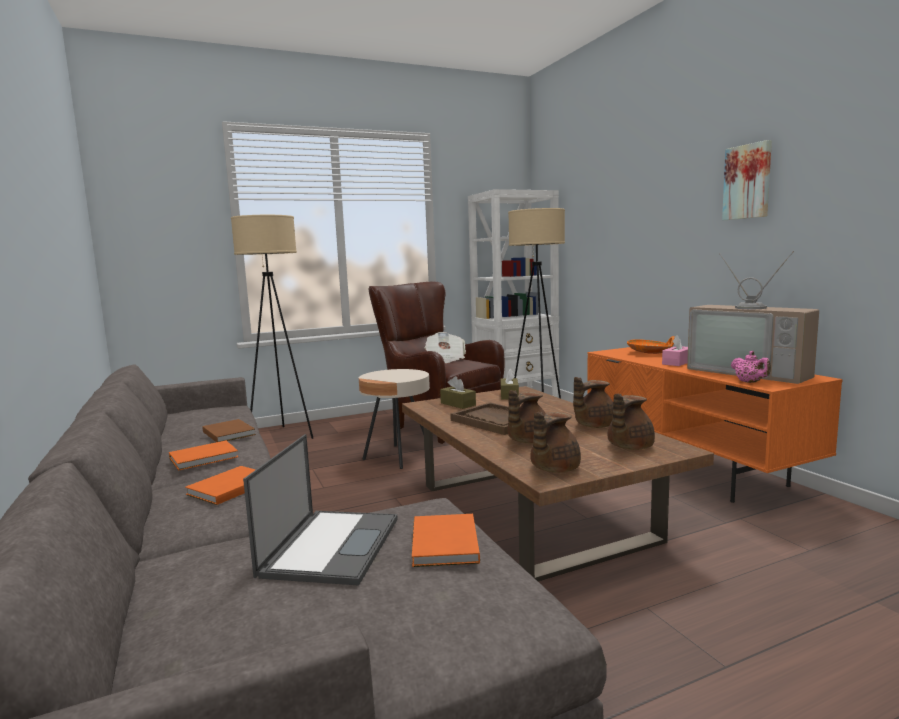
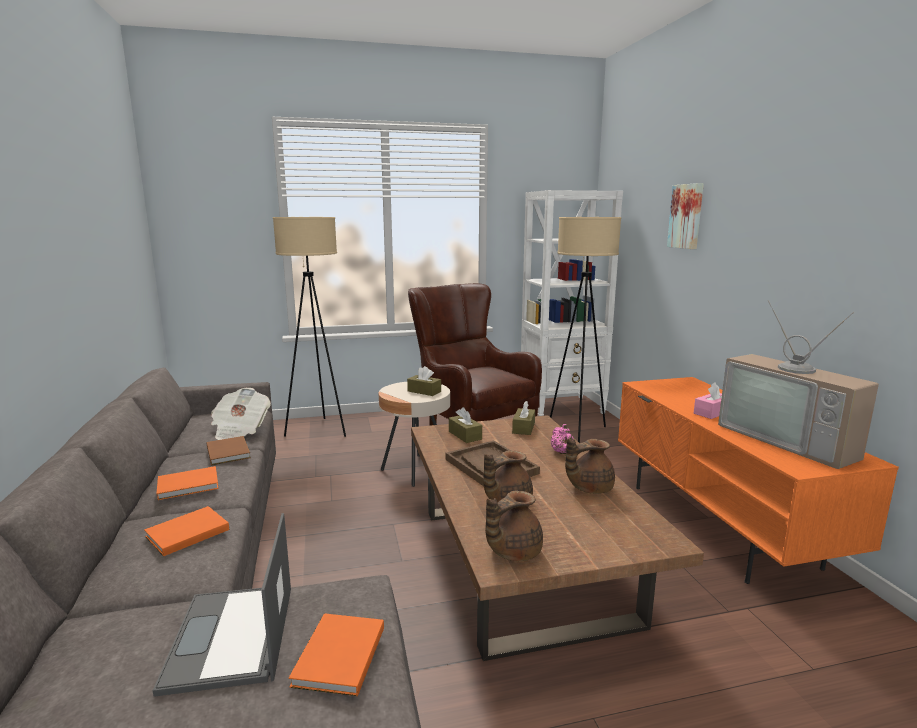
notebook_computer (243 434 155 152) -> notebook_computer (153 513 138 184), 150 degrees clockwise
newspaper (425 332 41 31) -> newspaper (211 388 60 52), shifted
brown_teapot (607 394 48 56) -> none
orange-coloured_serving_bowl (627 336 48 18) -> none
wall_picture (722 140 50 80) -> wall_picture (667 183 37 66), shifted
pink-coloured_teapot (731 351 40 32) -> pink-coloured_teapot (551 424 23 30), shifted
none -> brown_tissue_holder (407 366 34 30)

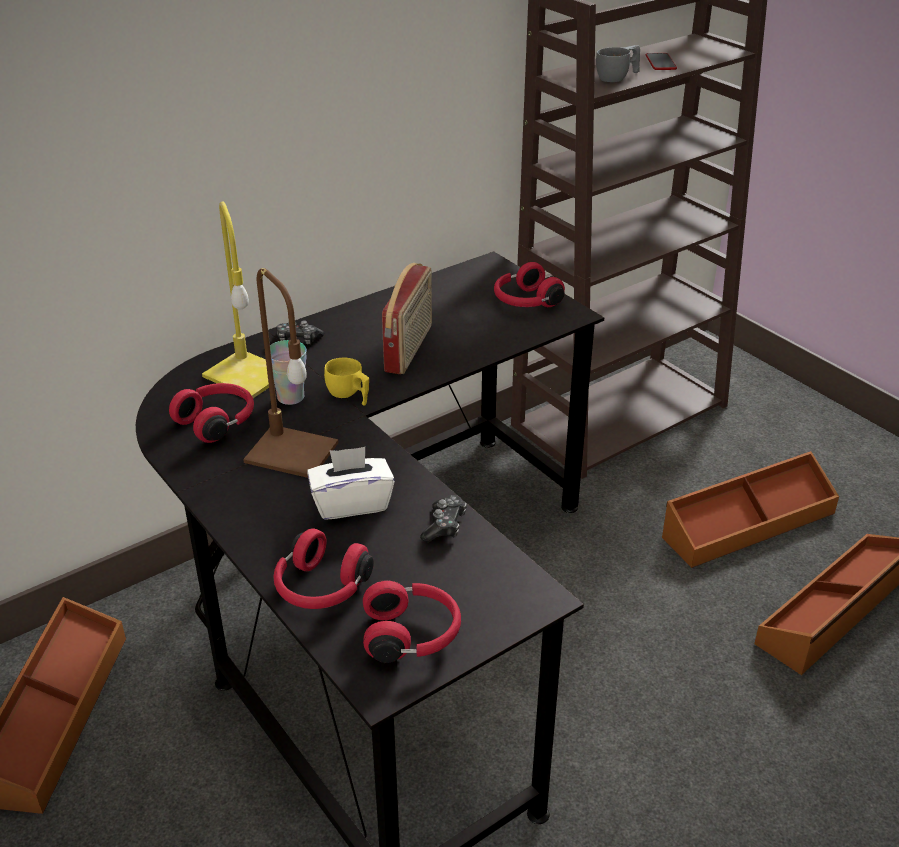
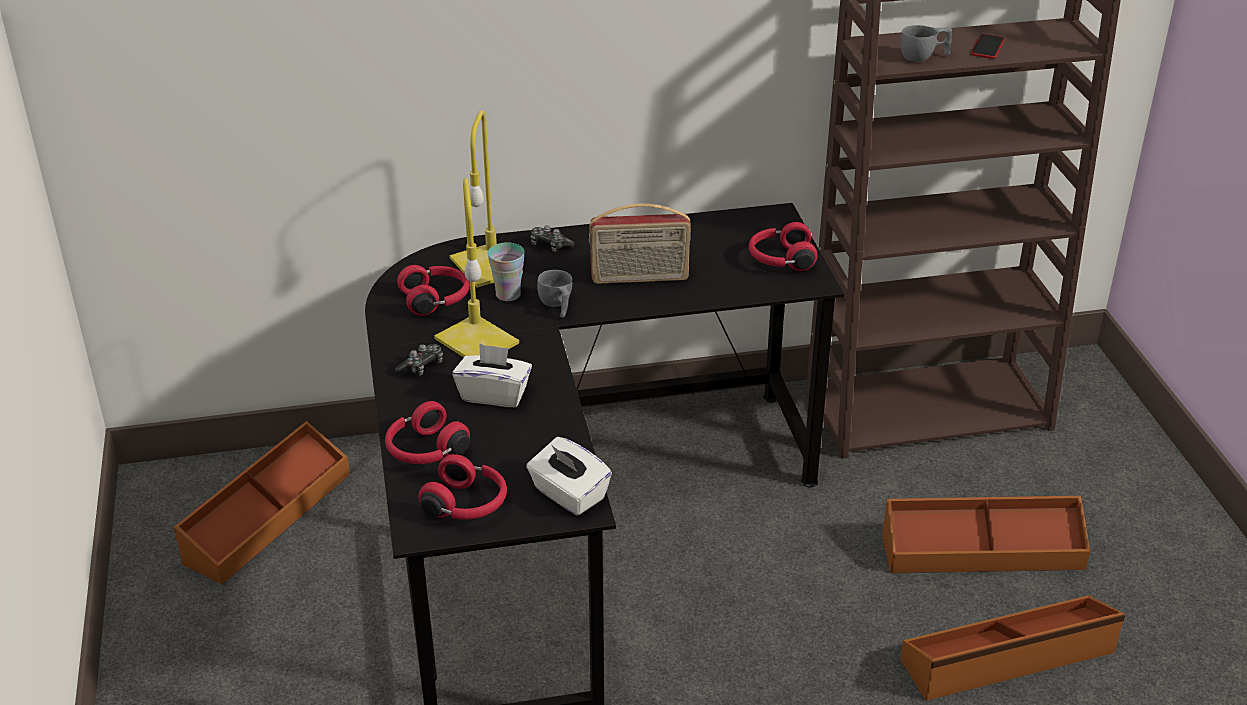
brown_table_lamp (243 268 96 210) -> yellow_table_lamp (434 178 85 179)
yellow_drinking_cup (324 358 45 47) -> gray_drinking_cup (537 270 35 48)
radio_receiver (382 263 50 111) -> radio_receiver (589 203 102 81), 45 degrees clockwise
game_controller (420 495 47 47) -> game_controller (395 344 48 32), shifted
none -> whitish_tissue_holder (526 437 86 78)

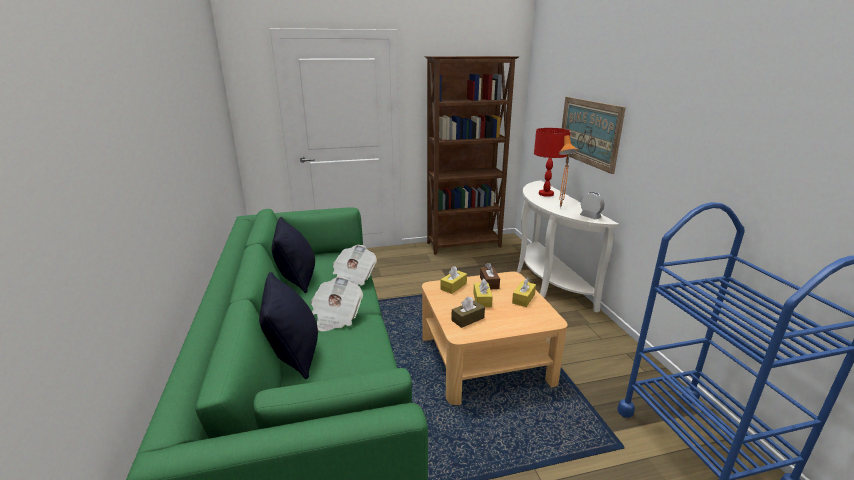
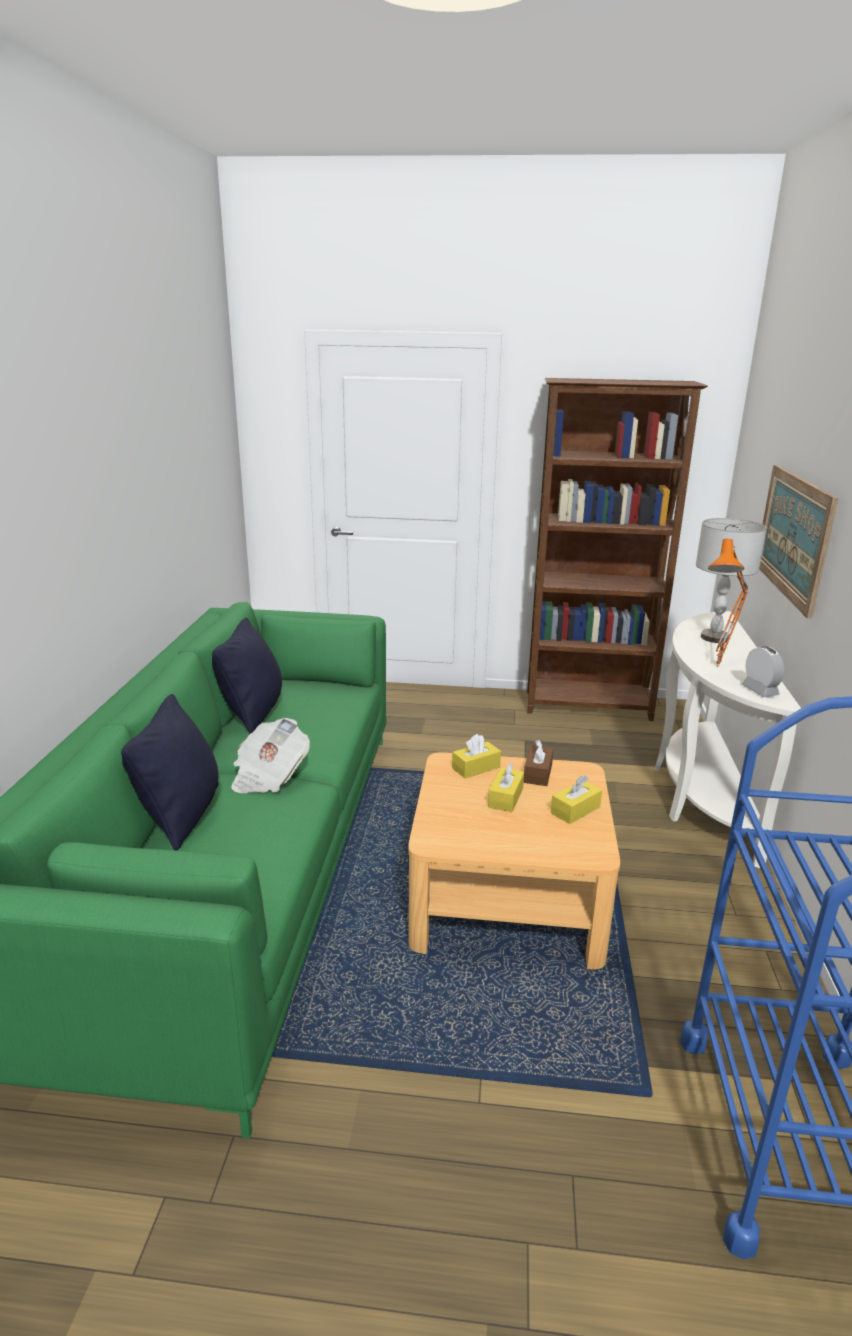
newspaper (333 245 44 41) -> none
brown_tissue_holder (451 296 34 32) -> none
red-coloured_table_lamp (534 128 37 69) -> gray_table_lamp (696 518 71 125)

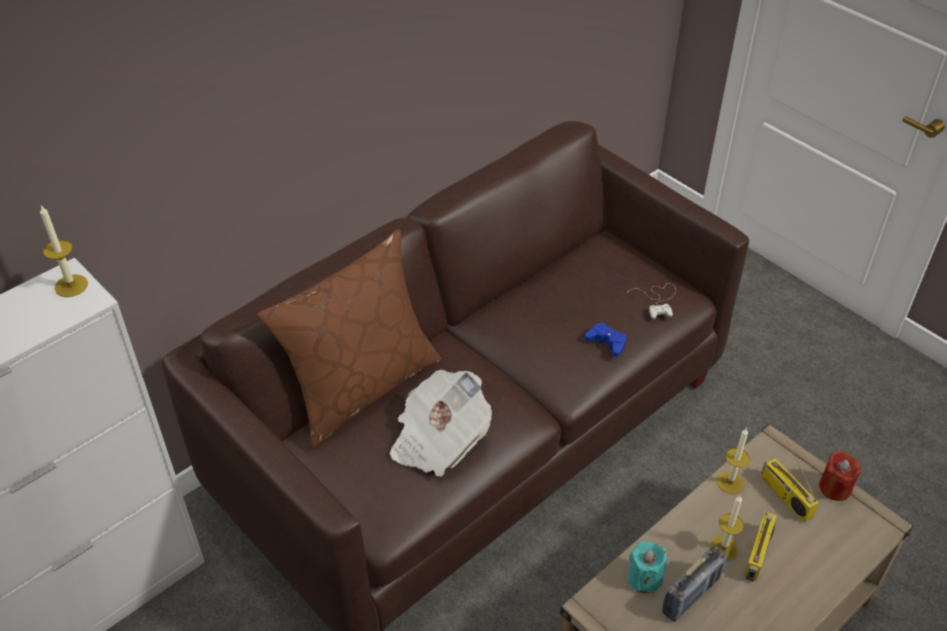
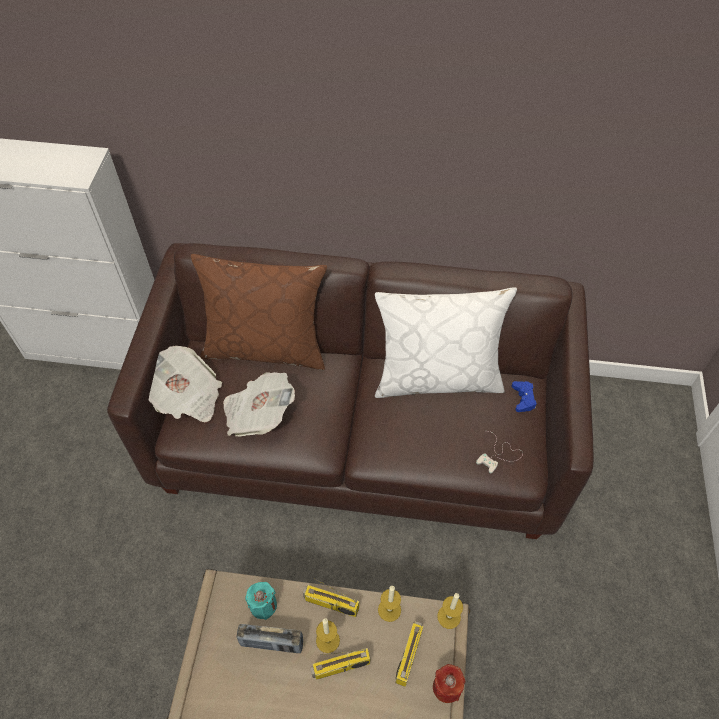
candle (40 205 48 92) -> candle (437 593 26 36), shifted
bluish_game_controller (585 322 41 35) -> bluish_game_controller (512 381 25 31), shifted
none -> newspaper (149 346 73 76)
none -> radio_receiver (303 578 56 39)
none -> whitish_cushion (375 287 142 111)

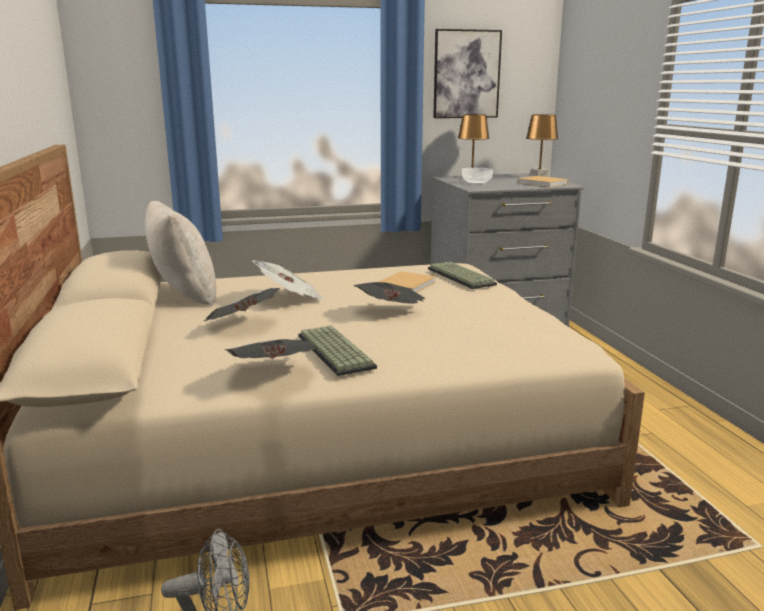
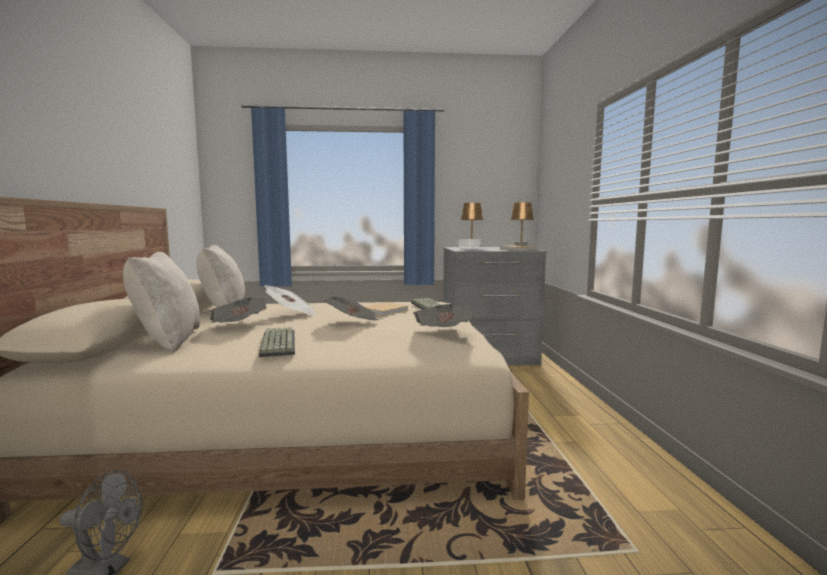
newspaper (224 339 94 20) -> newspaper (413 304 61 23), shifted
wall_picture (433 29 69 89) -> none
none -> beige-coloured_cushion (123 252 77 101)

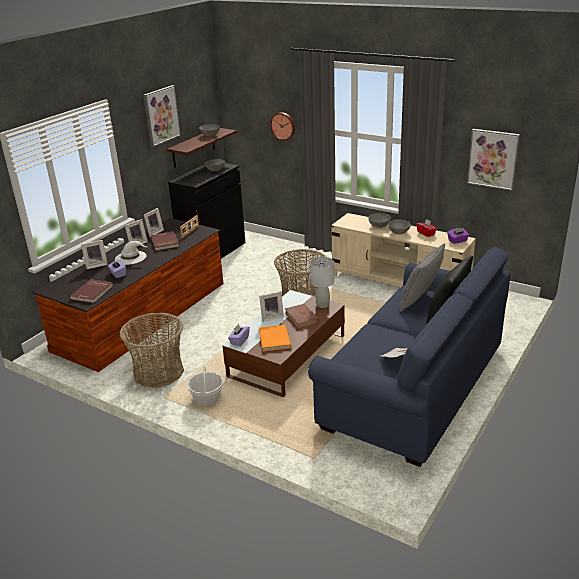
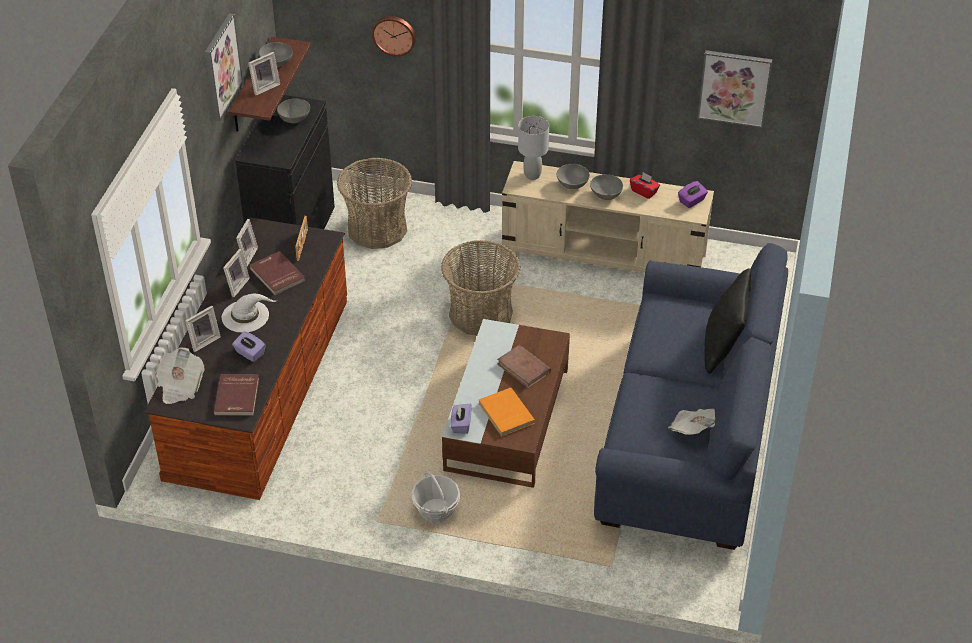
basket (120 313 64 75) -> basket (337 157 75 92), shifted
standing_frame (259 291 25 31) -> standing_frame (248 52 32 43), shifted
gray_table_lamp (310 257 24 51) -> gray_table_lamp (518 116 31 64), shifted
gray_cushion (399 243 46 69) -> none
none -> newspaper (155 347 49 57)

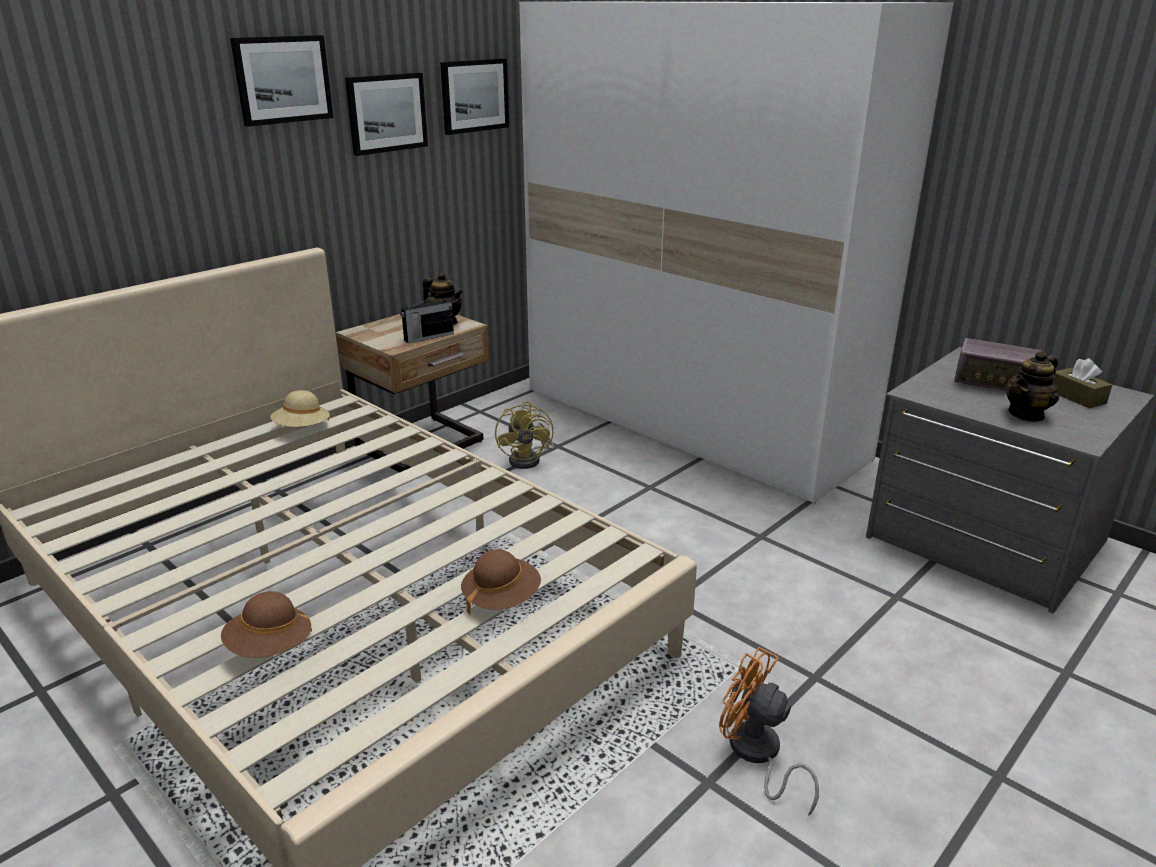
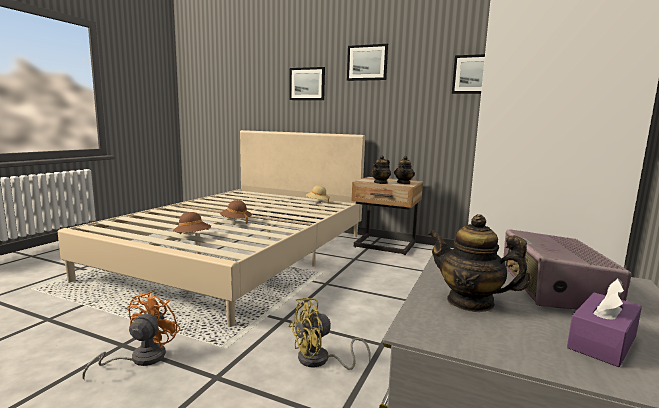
brown_clothing_hat (221 591 91 67) -> brown_clothing_hat (220 200 32 24), shifted
wall_picture (345 73 83 83) -> wall_picture (289 67 36 33), shifted
radio_receiver (400 294 54 49) -> teapot (372 155 19 29)
yellow_electric_fan (495 401 59 68) -> yellow_electric_fan (289 298 82 72), shifted
brown_tissue_holder (1053 358 59 50) -> purple_tissue_holder (567 279 75 88)

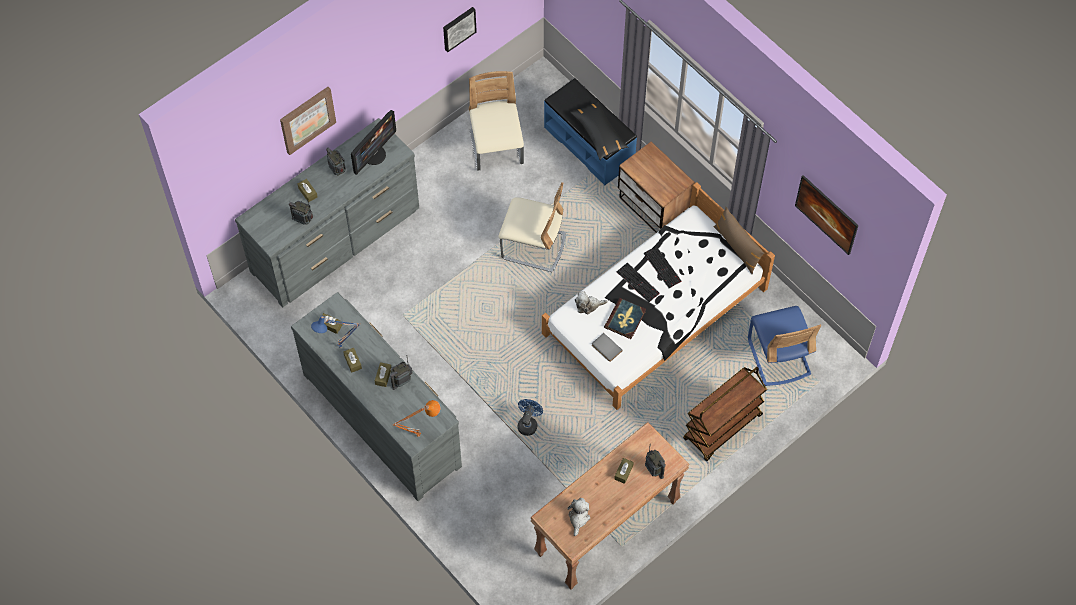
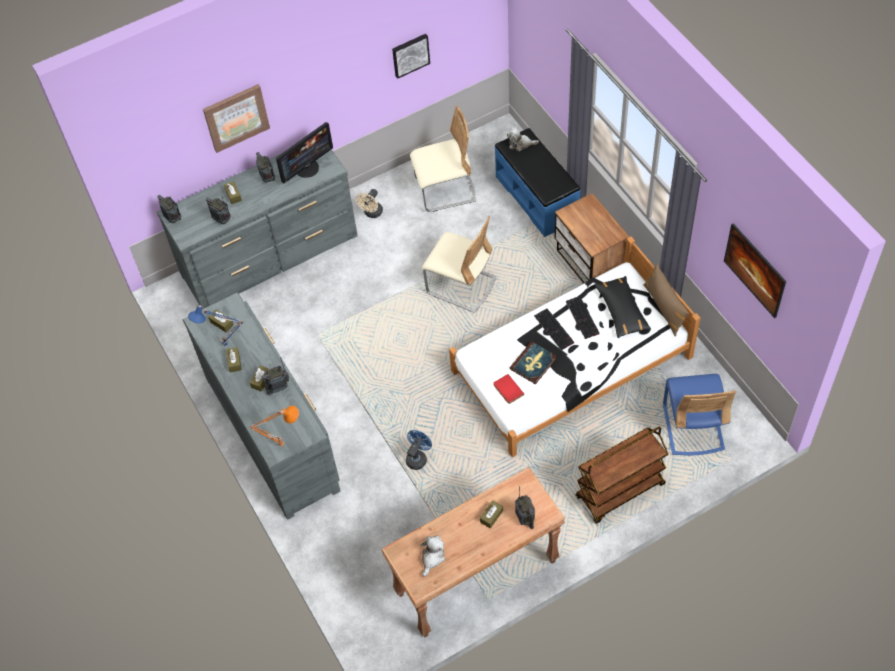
beige-coloured_plain_chair (469 71 55 100) -> beige-coloured_plain_chair (410 106 66 106), 75 degrees clockwise
black-coloured_cushion (570 101 58 59) -> black-coloured_cushion (594 276 57 62), shifted
cuddly_toy (575 291 33 23) -> cuddly_toy (507 127 32 24), shifted
gray_bound_book (592 333 31 29) -> red-coloured_bound_book (493 374 31 30)
none -> radio_receiver (157 195 24 28)
none -> beige-coloured_electric_fan (356 189 27 29)

